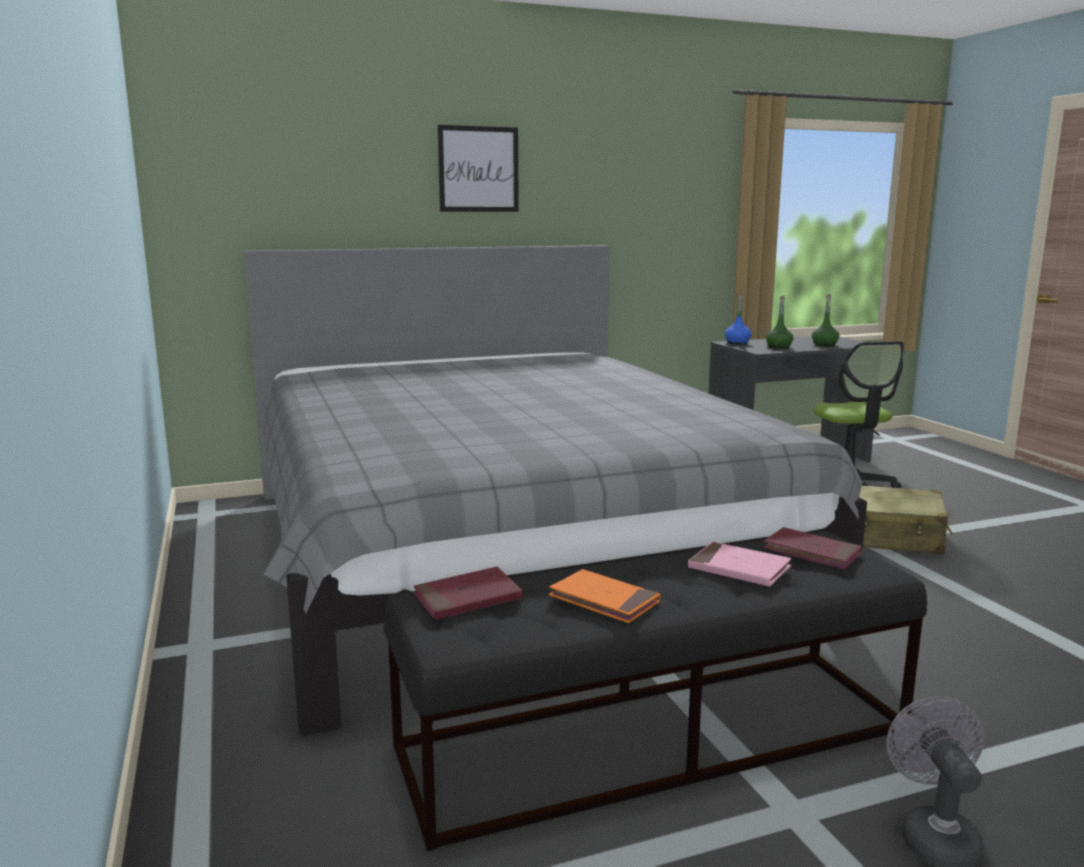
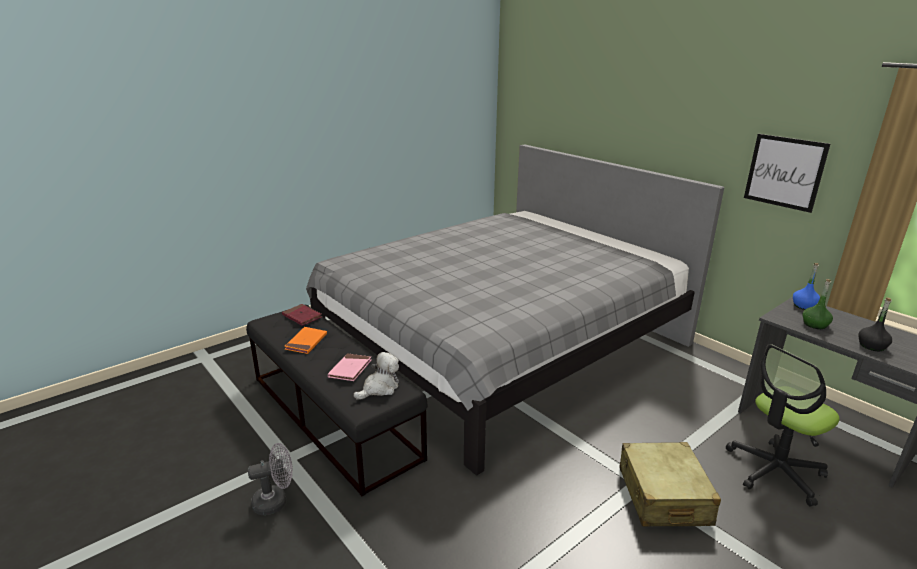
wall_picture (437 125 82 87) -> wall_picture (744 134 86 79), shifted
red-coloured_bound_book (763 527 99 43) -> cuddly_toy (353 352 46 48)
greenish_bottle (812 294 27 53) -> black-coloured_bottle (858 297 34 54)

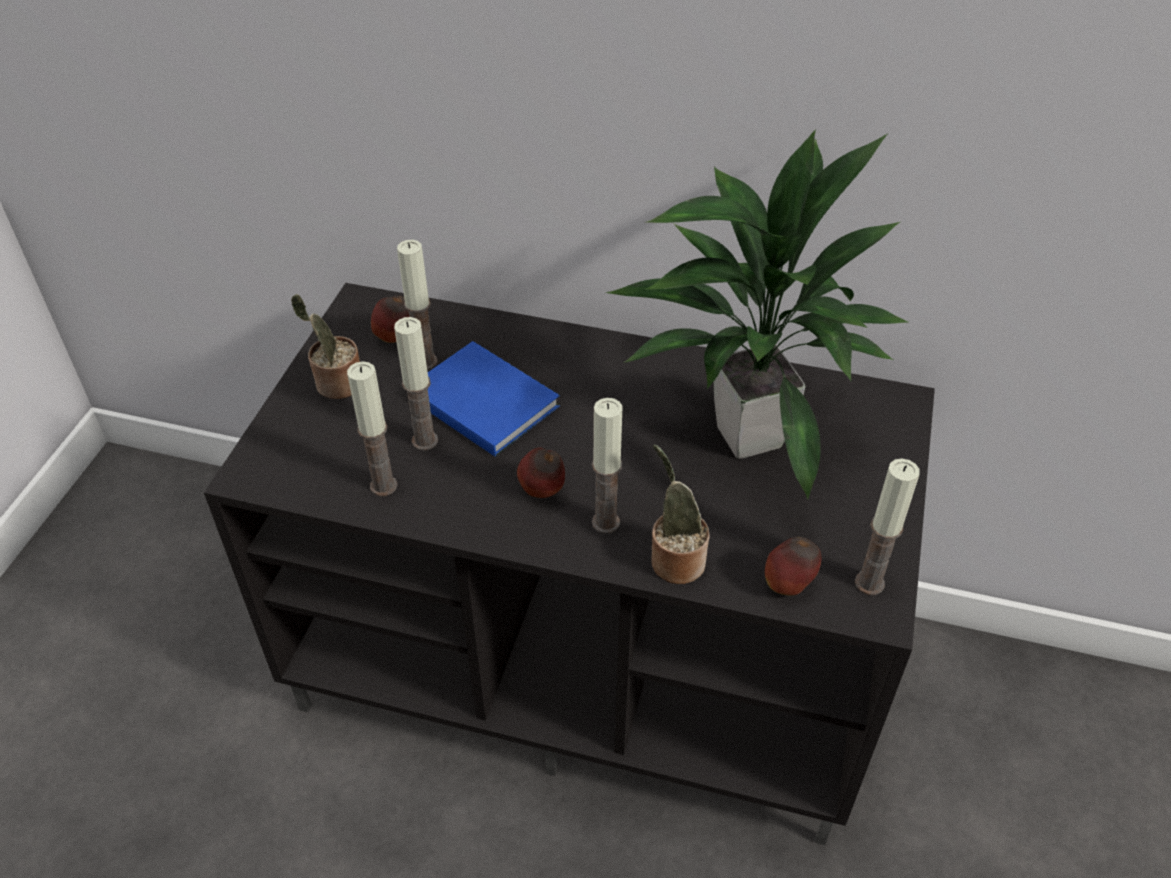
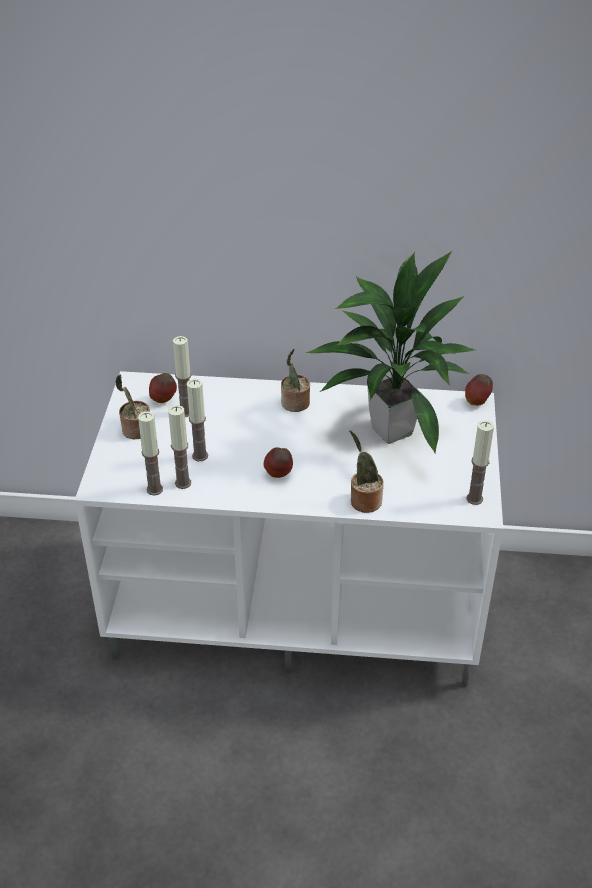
black-coloured_media_console (204 283 731 562) -> whitish_media_console (75 371 428 316)
bluish_bound_book (428 341 132 116) -> none
candle (592 398 30 135) -> candle (138 412 25 84), shifted
apple_fruit (765 537 56 58) -> apple_fruit (465 374 28 32), shifted
none -> plant_in_a_pot (281 348 29 64)

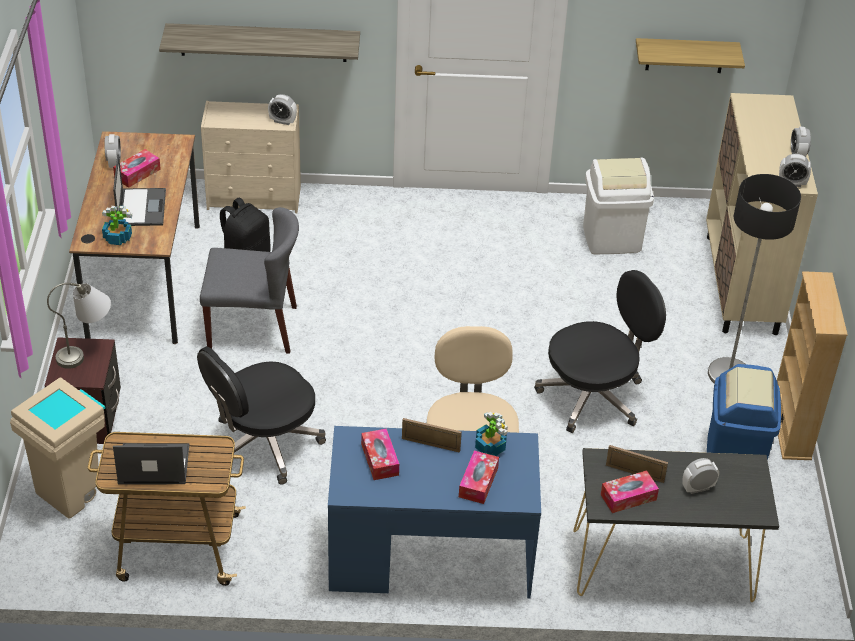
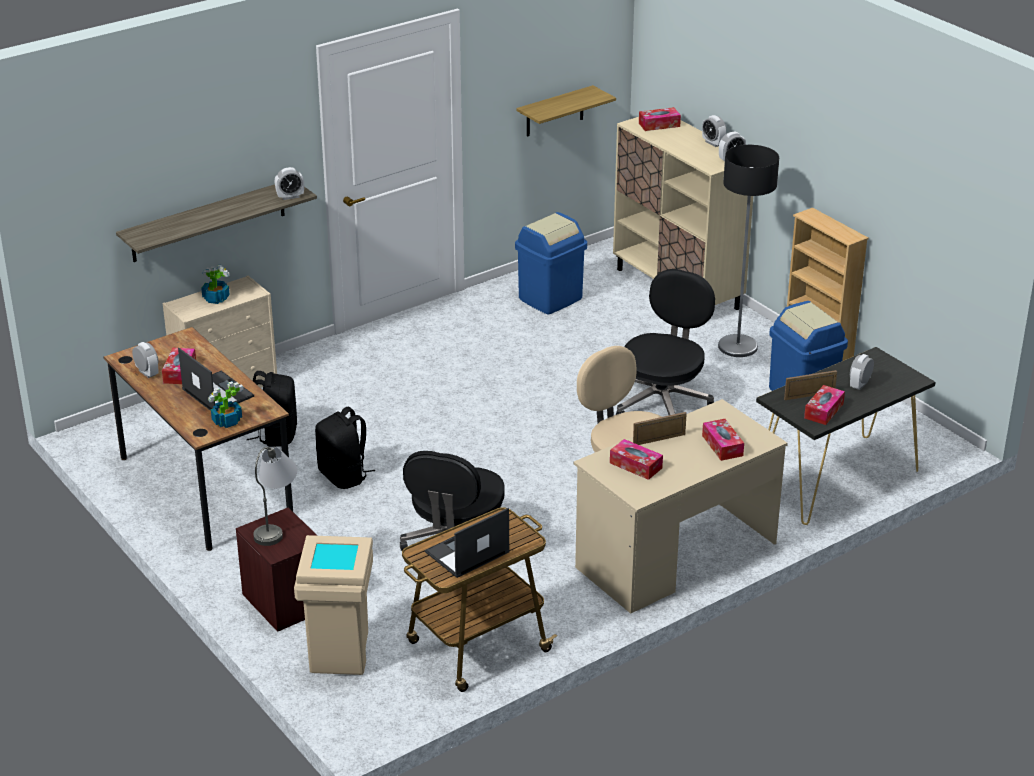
gray_plain_chair (200 207 99 147) -> black-coloured_rucksack (315 407 60 82)
alarm_clock (268 94 29 31) -> alarm_clock (275 167 29 33), shifted
bluish_desk_table (328 426 213 173) -> beige-coloured_desk_table (574 399 214 215)
plant_in_a_pot (475 412 33 44) -> plant_in_a_pot (201 265 29 39), shifted
whitish_rubbish_bin (583 158 71 96) -> bluish_rubbish_bin (515 212 72 102)
none -> tissue_holder (639 107 42 24)

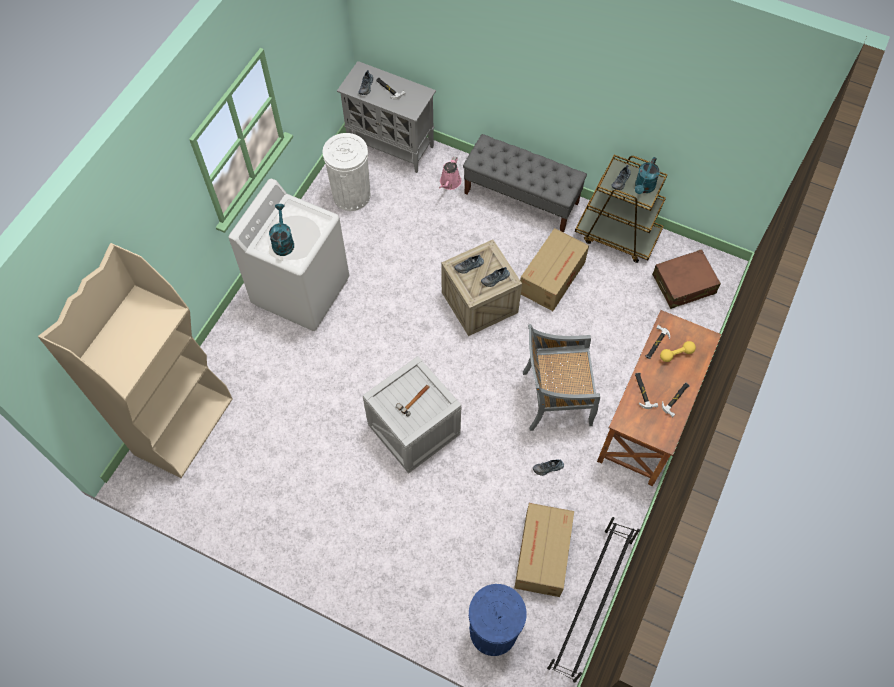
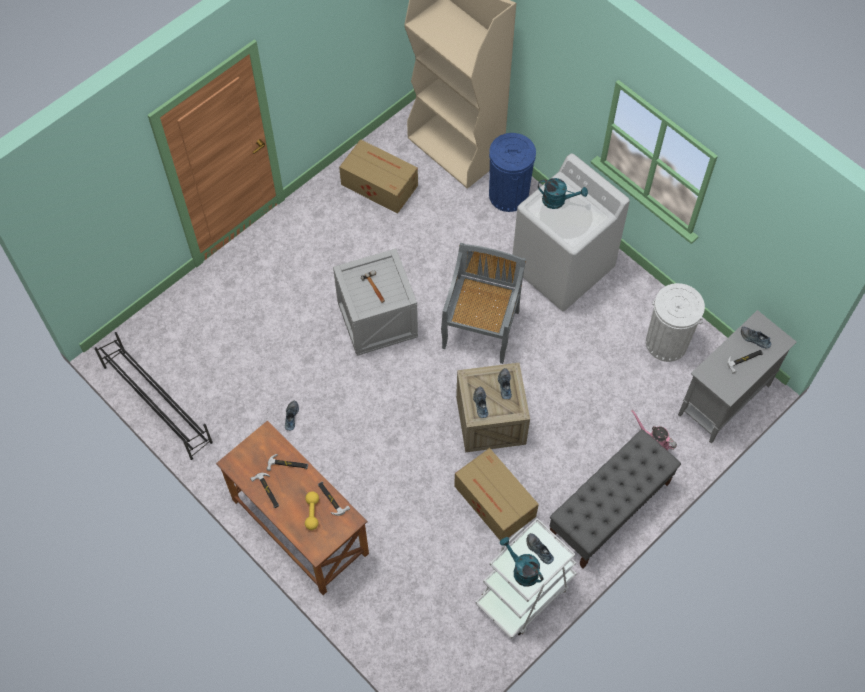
bluish_rubbish_bin (469 584 58 72) -> bluish_rubbish_bin (489 133 47 79), shifted
cardboard_box (514 503 60 94) -> cardboard_box (339 139 79 75), shifted
gray_plain_chair (523 324 77 107) -> gray_plain_chair (441 243 85 121), shifted
brown_trolley (575 155 93 108) -> whitish_trolley (476 518 101 121)
brown_travel_case (652 249 69 60) -> none

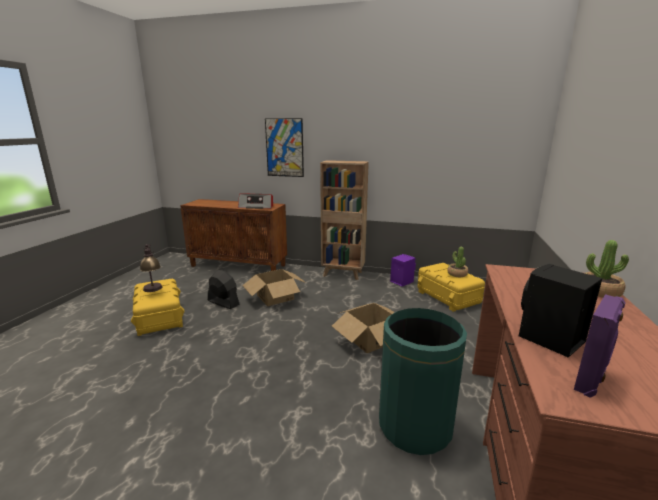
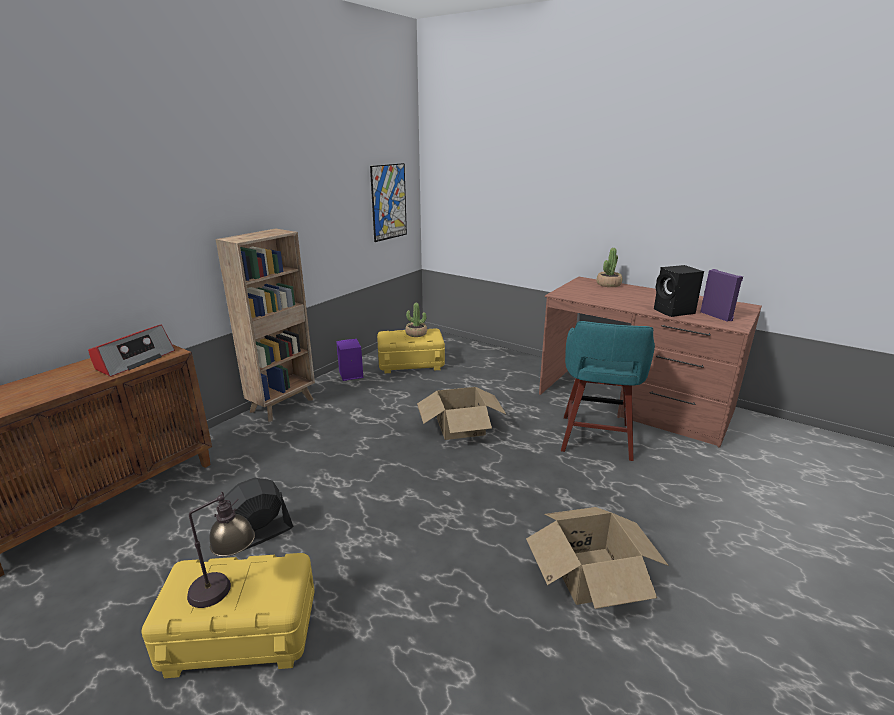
cardboard_box (242 269 64 37) -> cardboard_box (526 507 143 102), shifted
wall_picture (265 118 39 59) -> wall_picture (370 163 37 79), shifted
greenish_rubbish_bin (379 308 88 147) -> turquoise-coloured_sitting_stool (561 321 94 140)

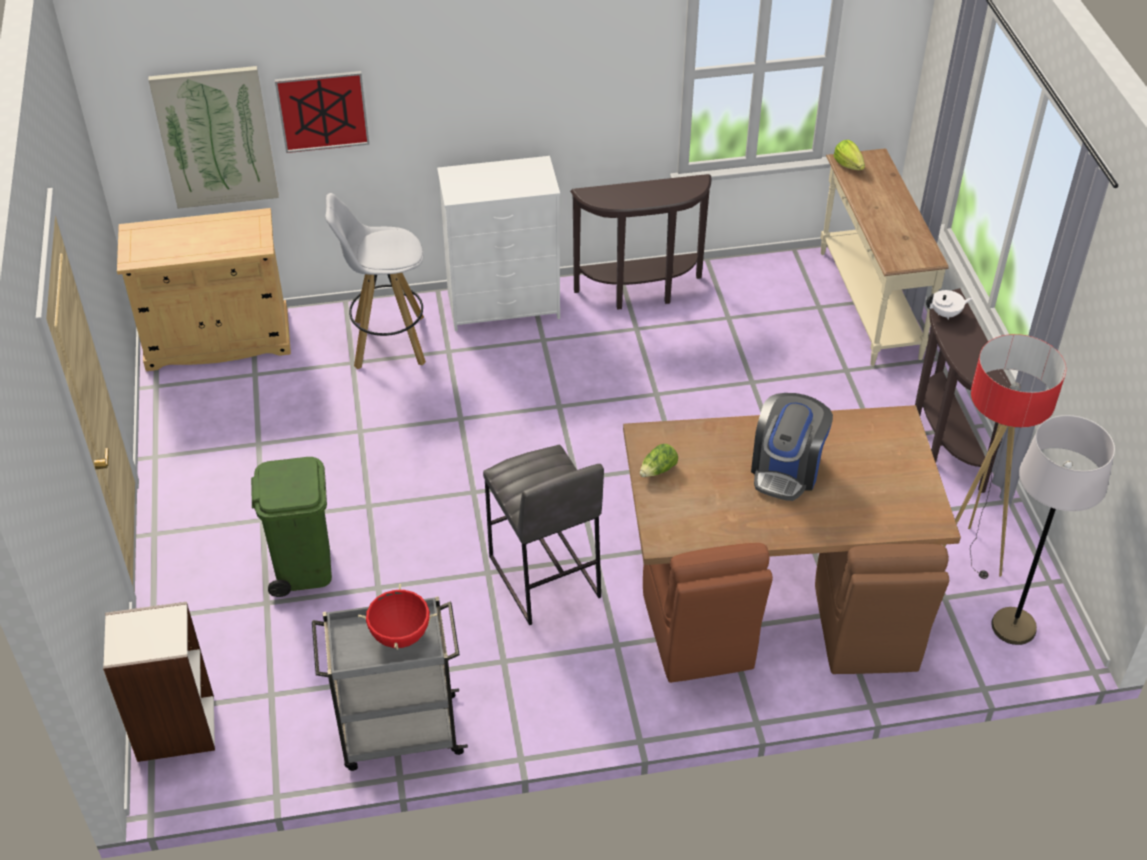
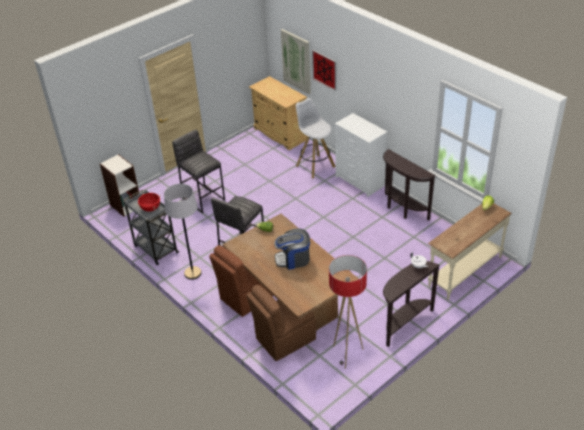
greenish_rubbish_bin (251 457 81 140) -> gray_sitting_stool (172 130 53 83)
gray_standard_lamp (991 415 124 230) -> gray_standard_lamp (164 184 38 96), shifted

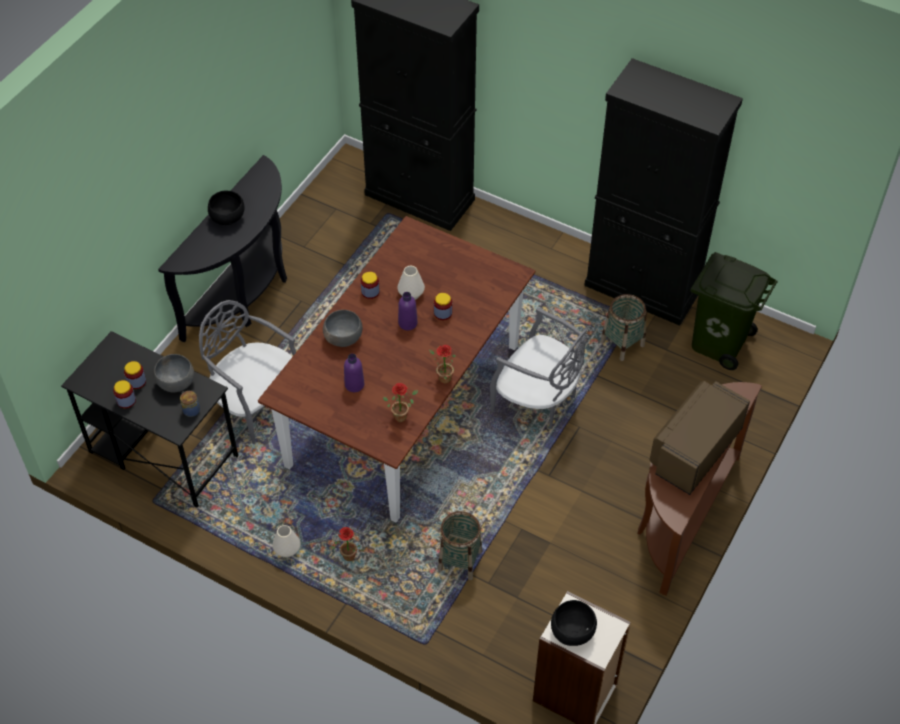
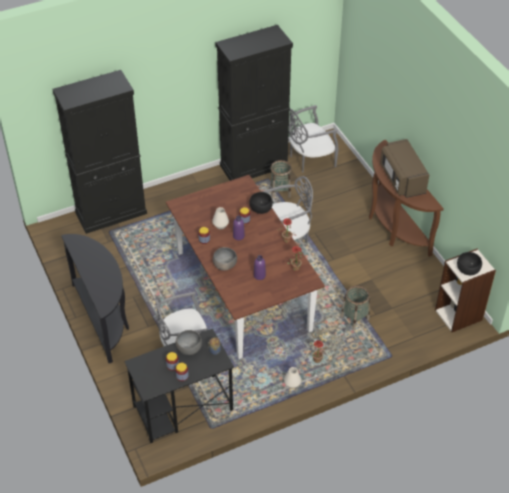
black-coloured_serving_bowl (208 190 36 35) -> black-coloured_serving_bowl (249 192 24 22), shifted
greenish_rubbish_bin (690 252 88 118) -> gray_plain_chair (289 105 50 67)

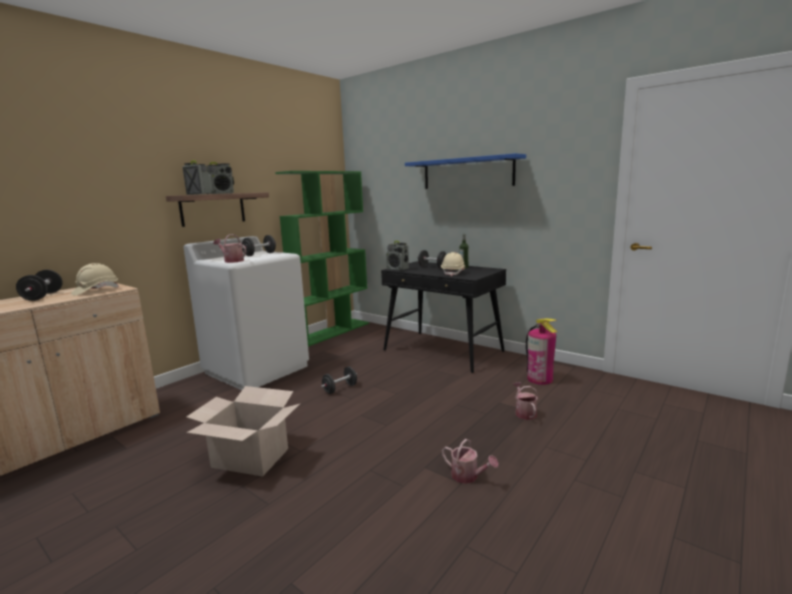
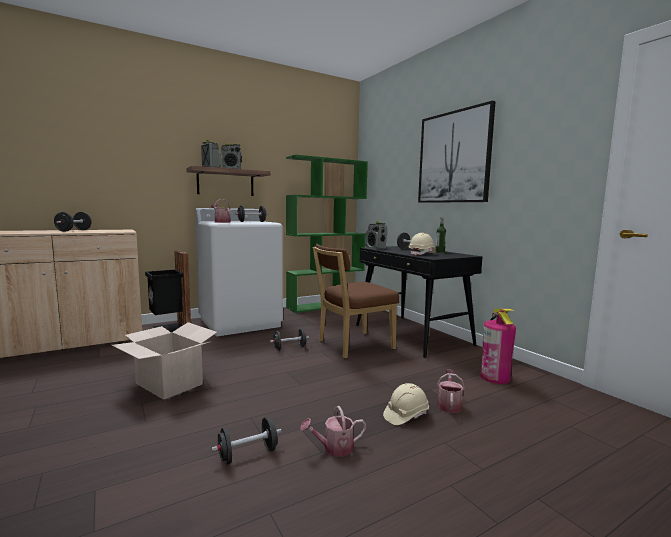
beige-coloured_hard_hat (71 263 48 33) -> beige-coloured_hard_hat (383 383 46 42), shifted
bluish_shelf (405 153 121 36) -> wall_picture (418 101 78 102)
watering_pot (442 439 57 45) -> watering_pot (300 406 66 51), 105 degrees clockwise
none -> black-coloured_rubbish_bin (145 251 46 82)
none -> black-coloured_hand_weight (211 417 71 48)
none -> brown_plain_chair (313 244 86 114)

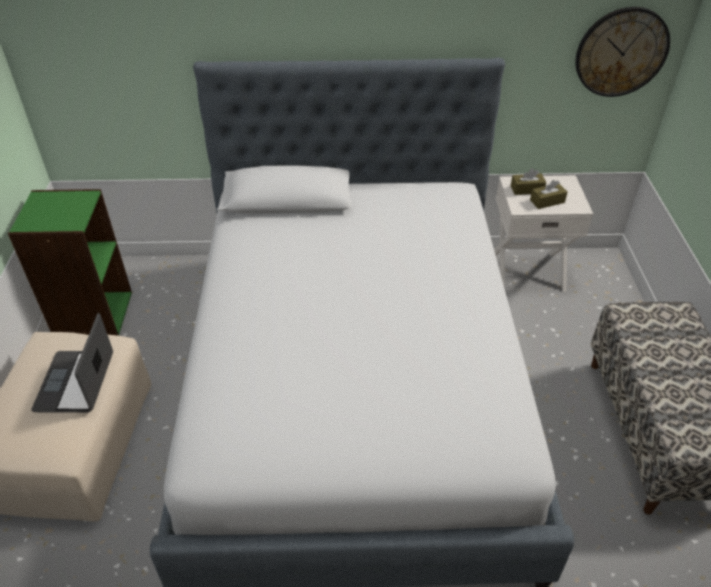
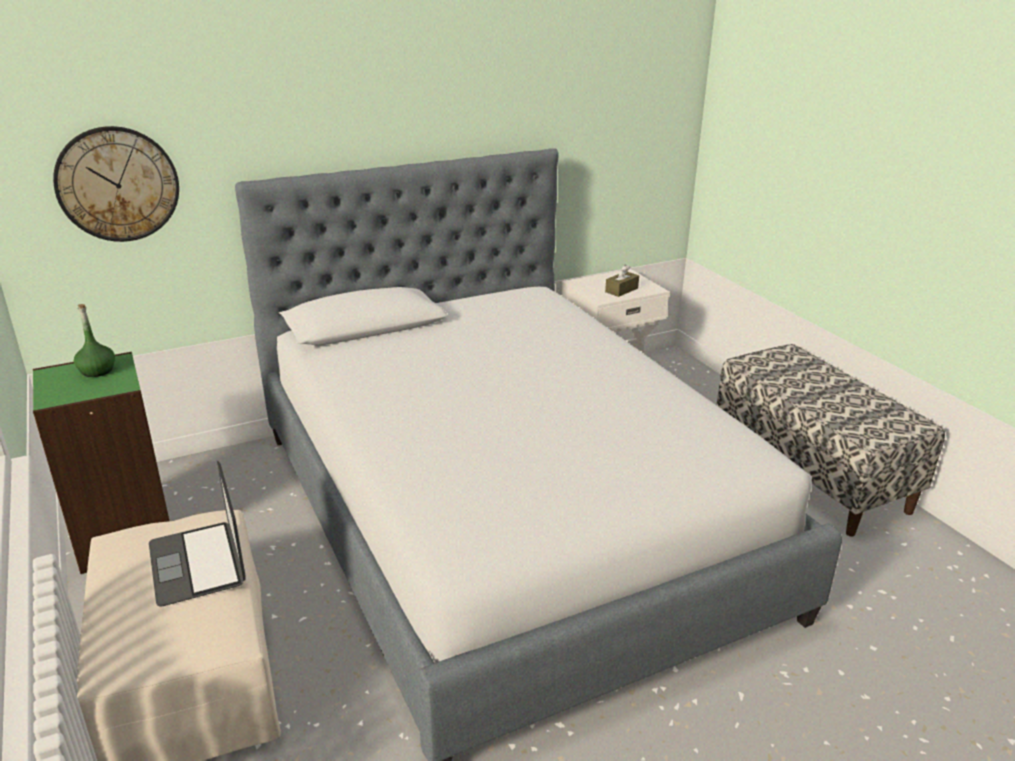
brown_tissue_holder (511 168 36 27) -> none
wall_clock (575 7 95 90) -> wall_clock (53 126 126 116), shifted
none -> greenish_bottle (74 304 41 73)

